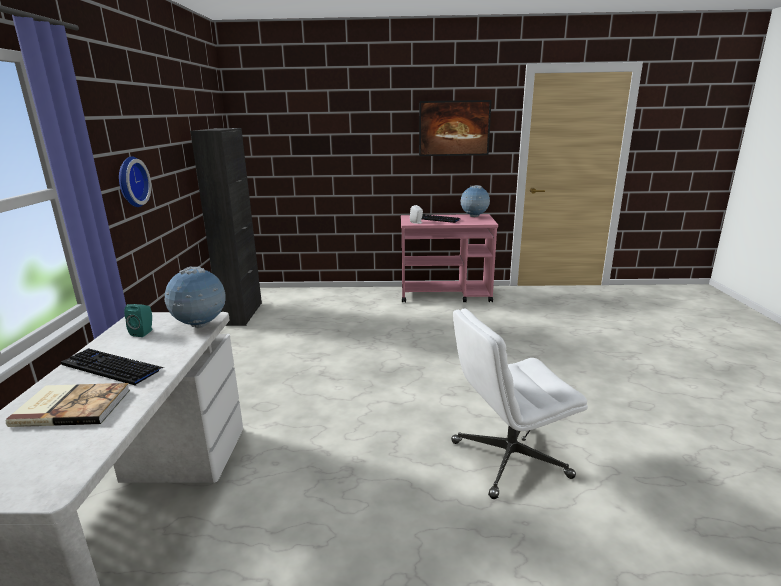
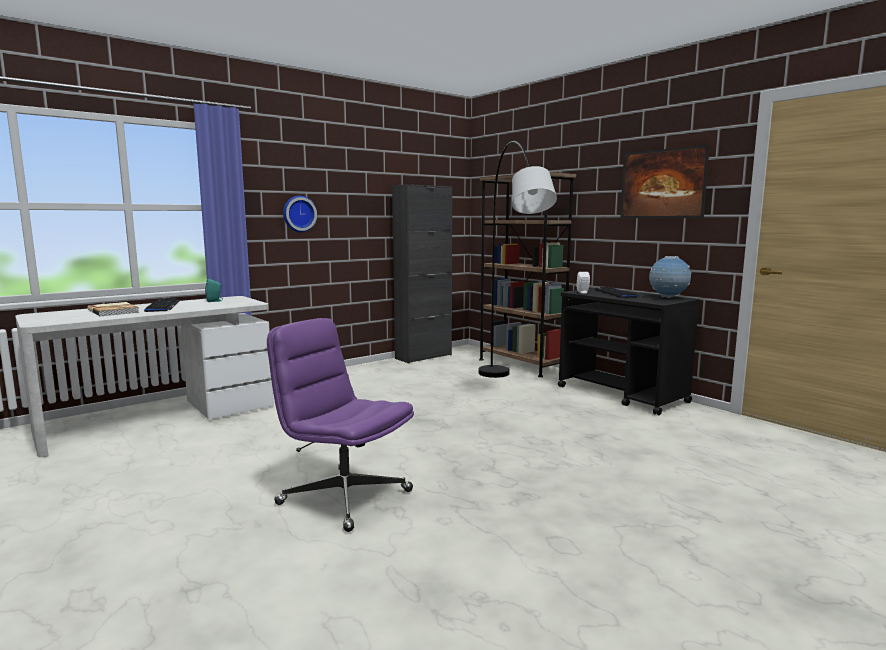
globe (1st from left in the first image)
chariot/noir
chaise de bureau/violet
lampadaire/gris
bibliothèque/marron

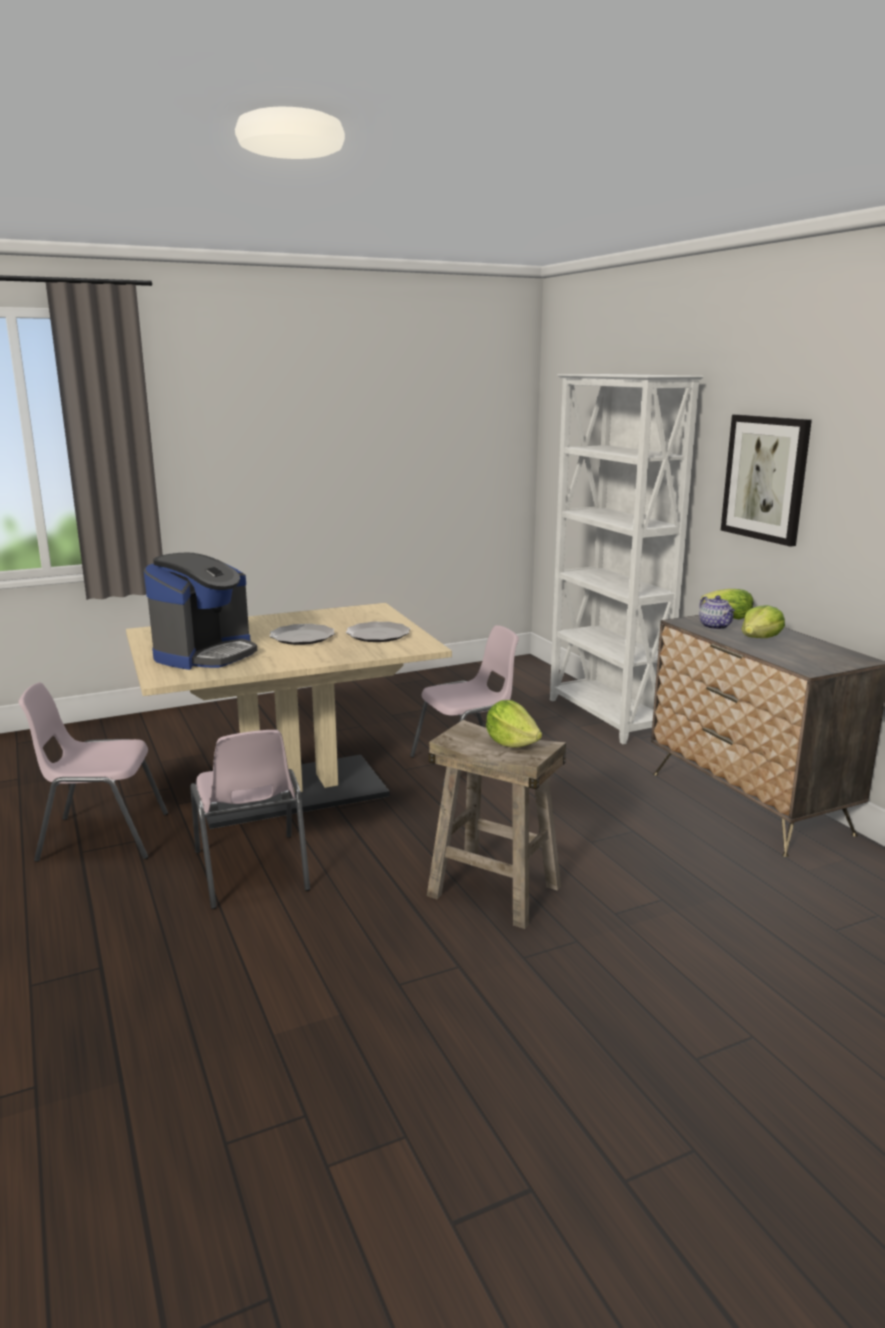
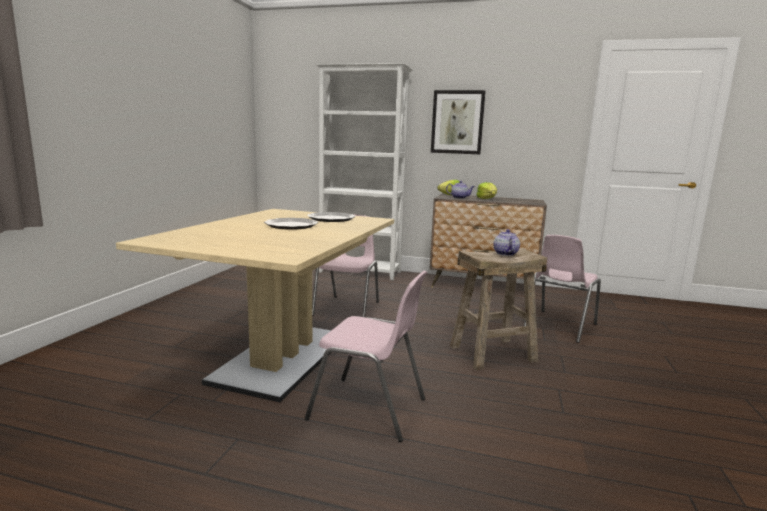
chaise/rose (3rd from left)
machine à café
théière (2nd from left)

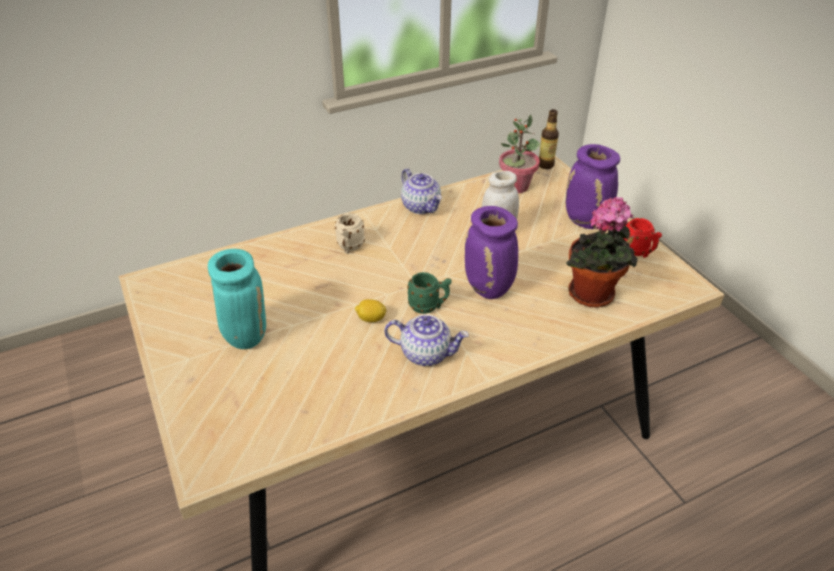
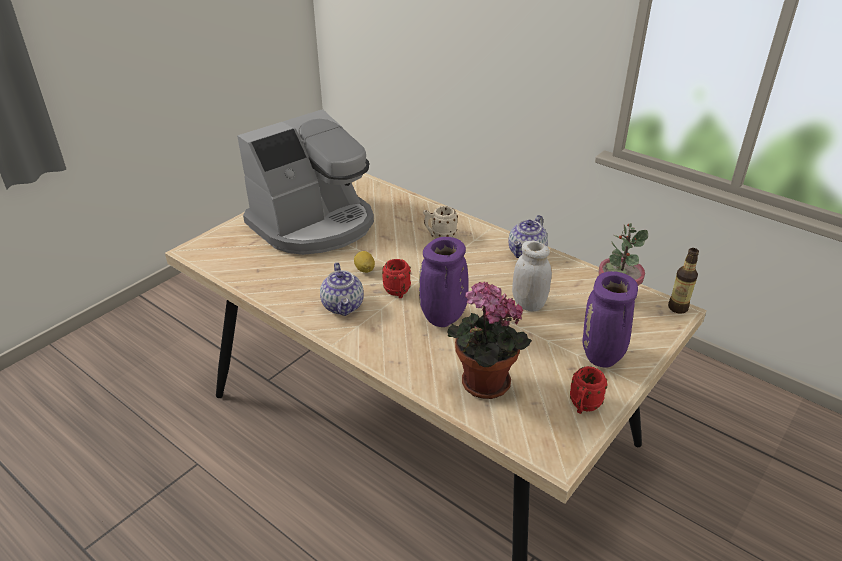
machine à café
mug/rouge (1st from left)

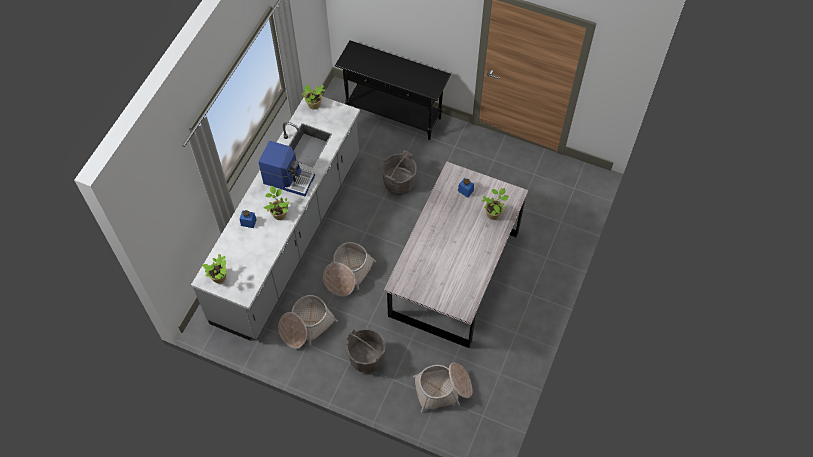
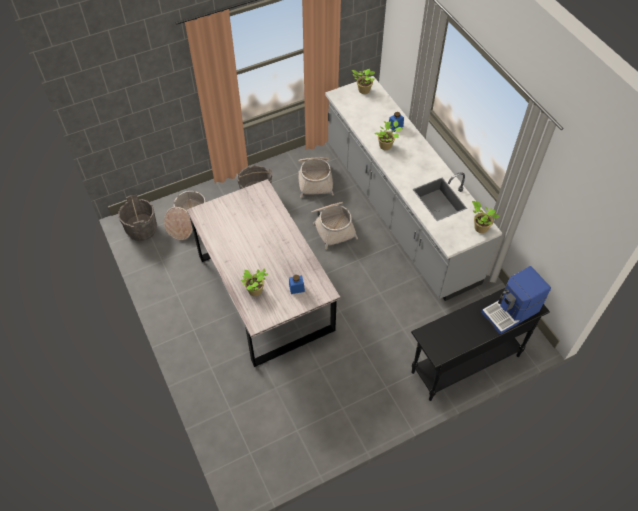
machine à café
seau/gris (1st from left)

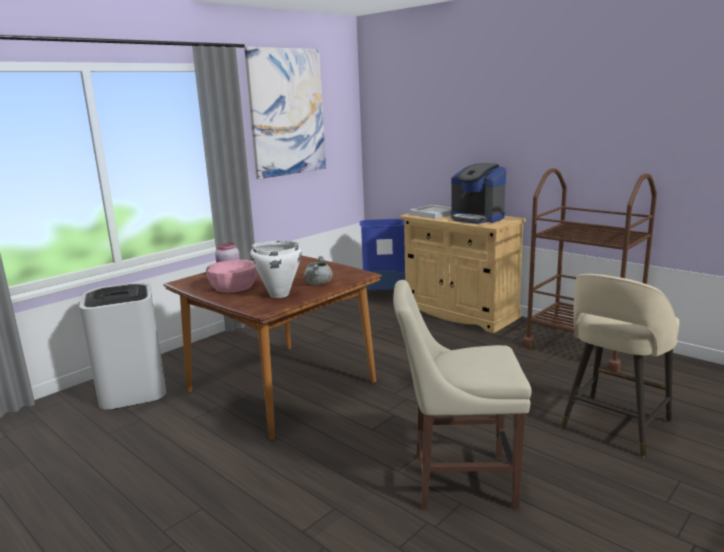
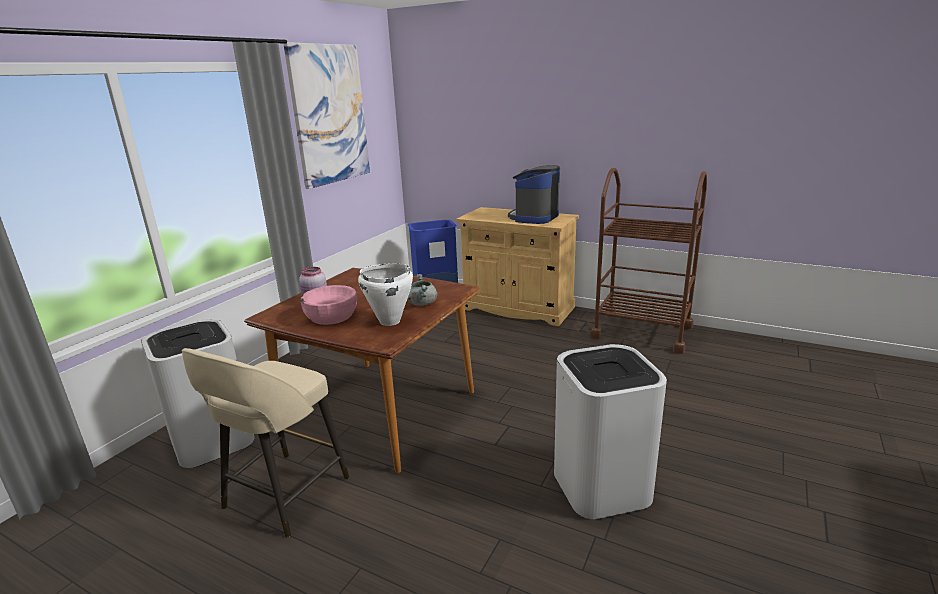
poubelle/blanc (2nd from left)
plateau/blanc
machine à café
tabouret/beige

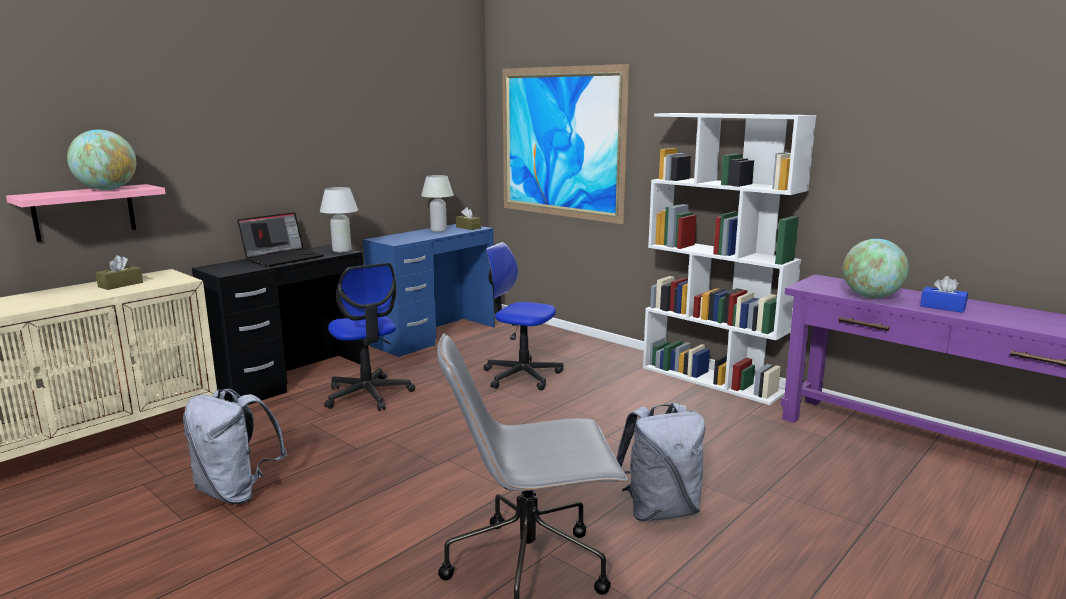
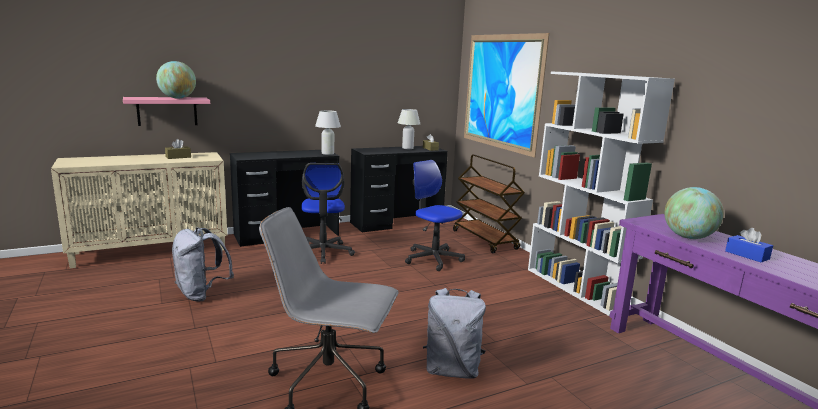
ordinateur portable
bureau/noir (2nd from left)
chariot/marron

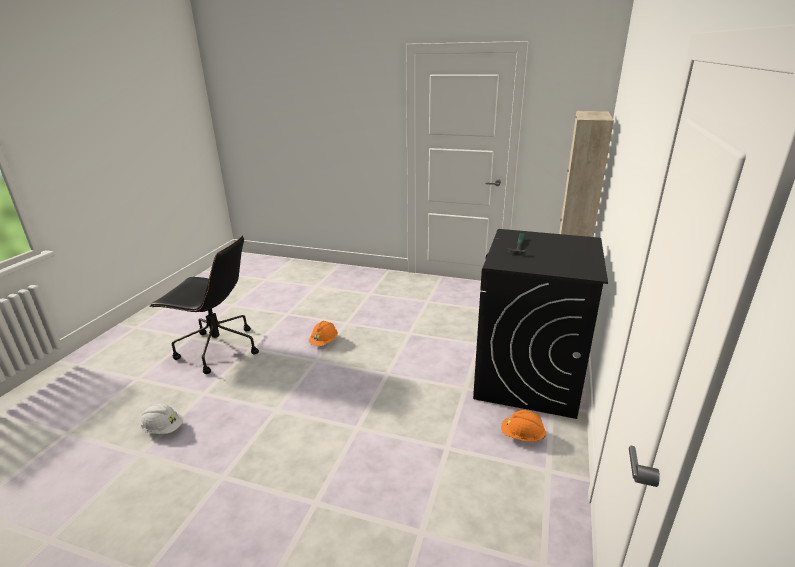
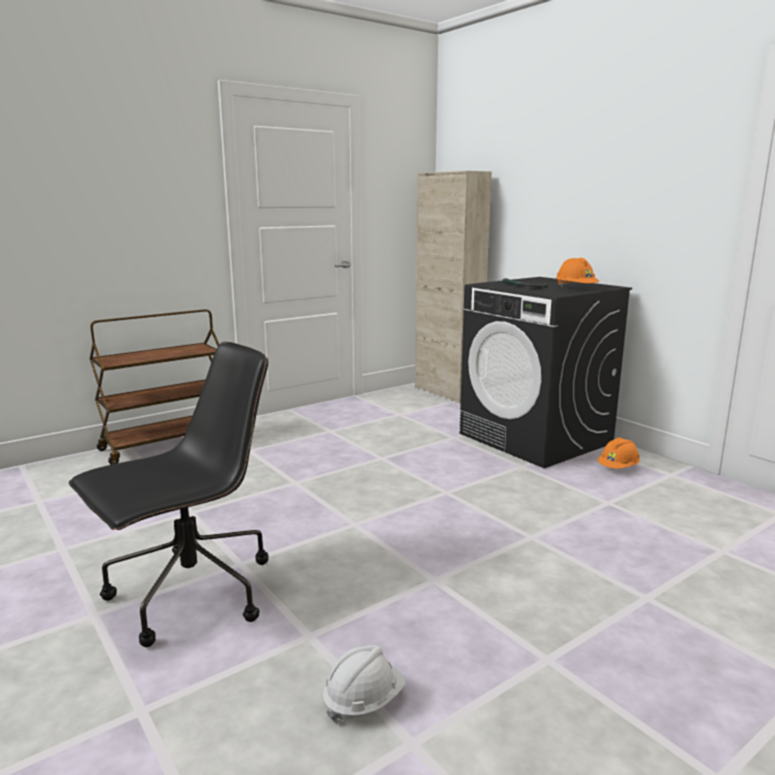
casque de chantier/orange (1st from left)
chariot/marron

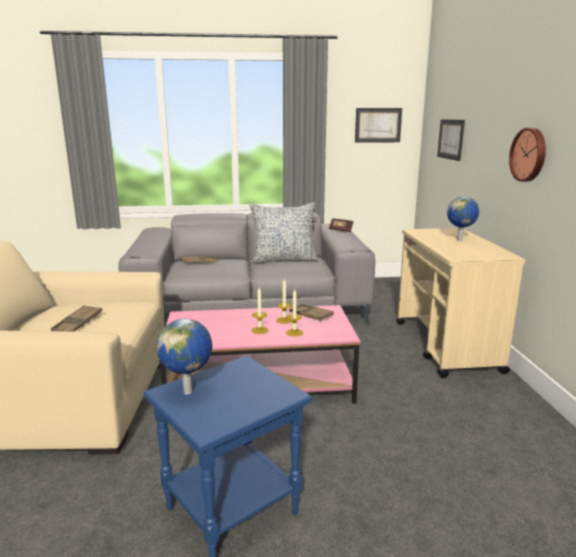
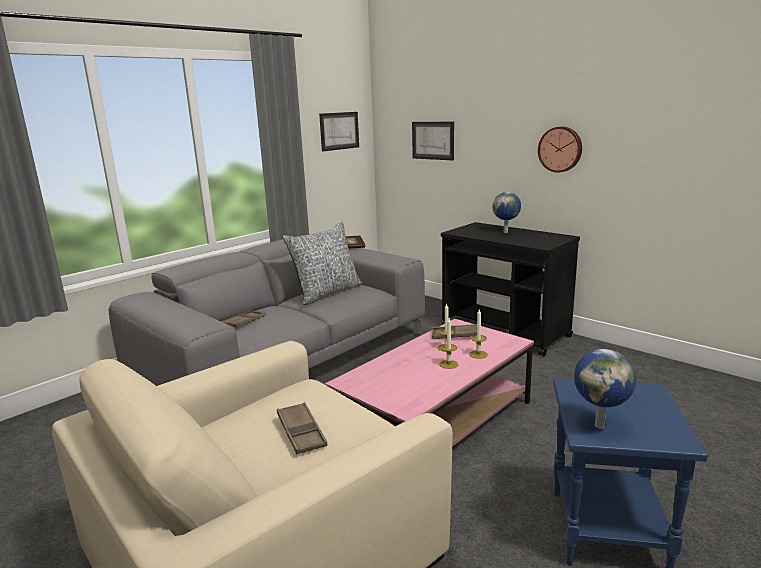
chariot/noir

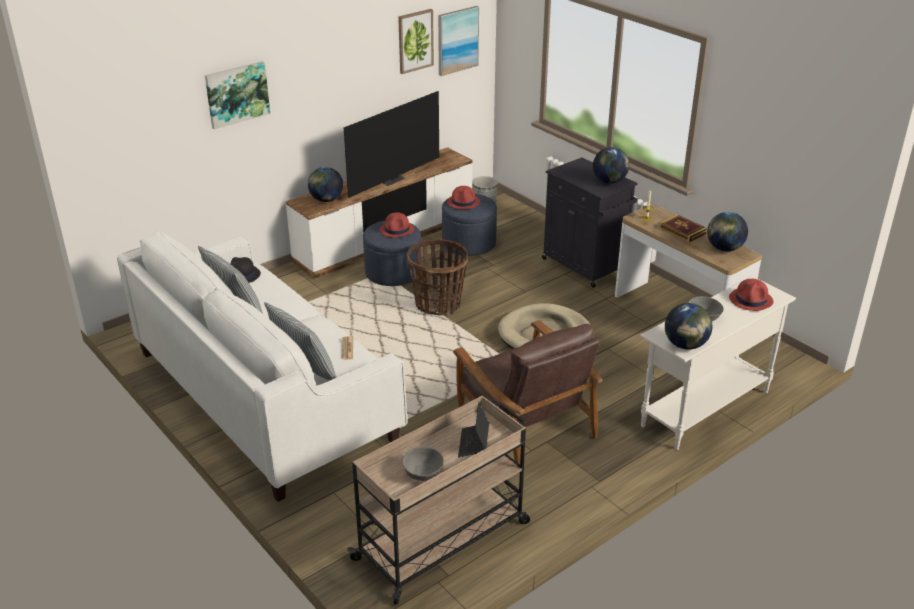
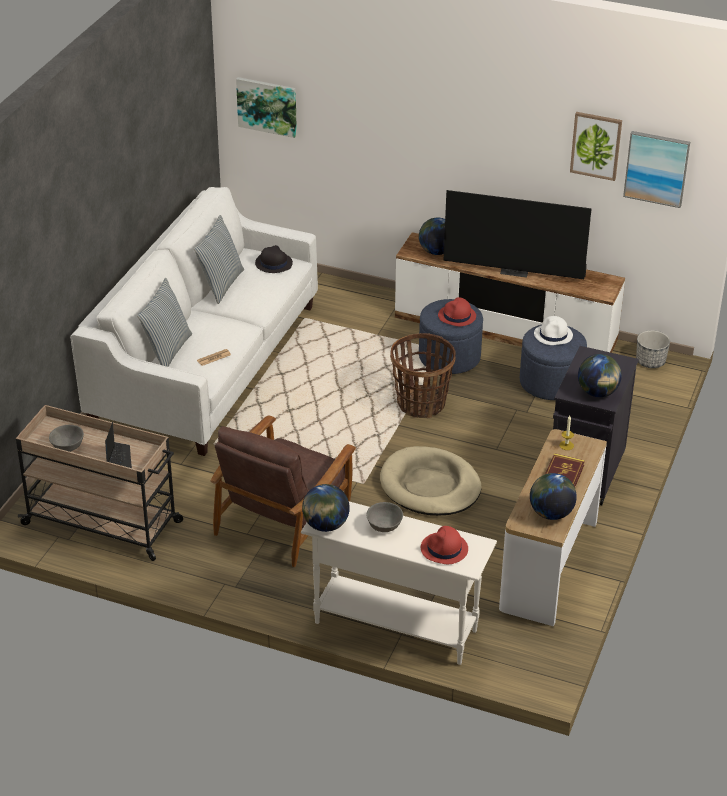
tableau (1st from left)
chapeau/blanc
ordinateur portable

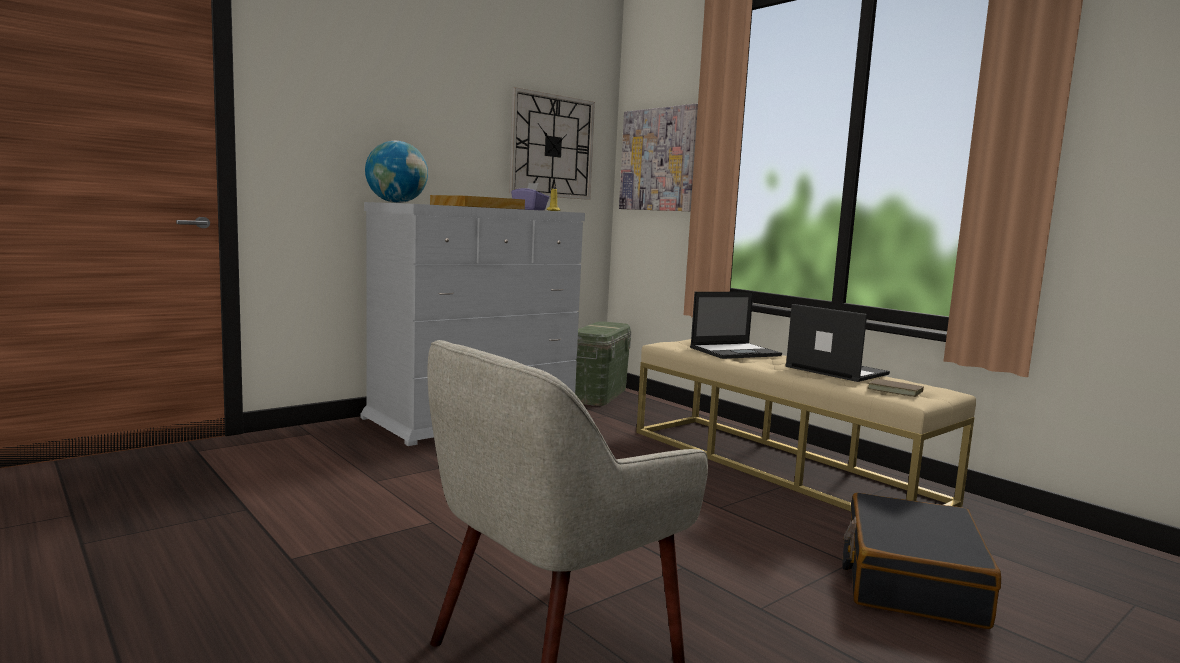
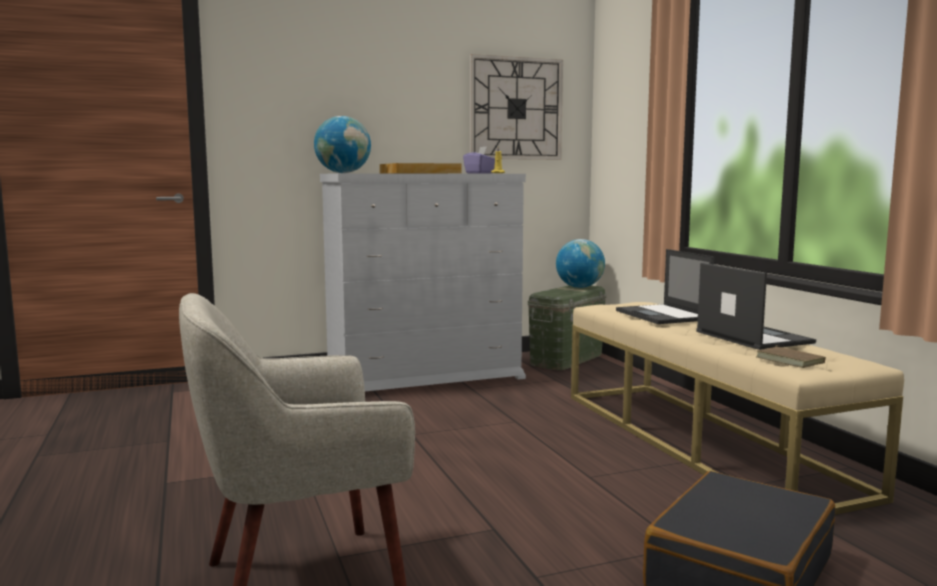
tableau
ordinateur portable (1st from left)
globe (2nd from left)

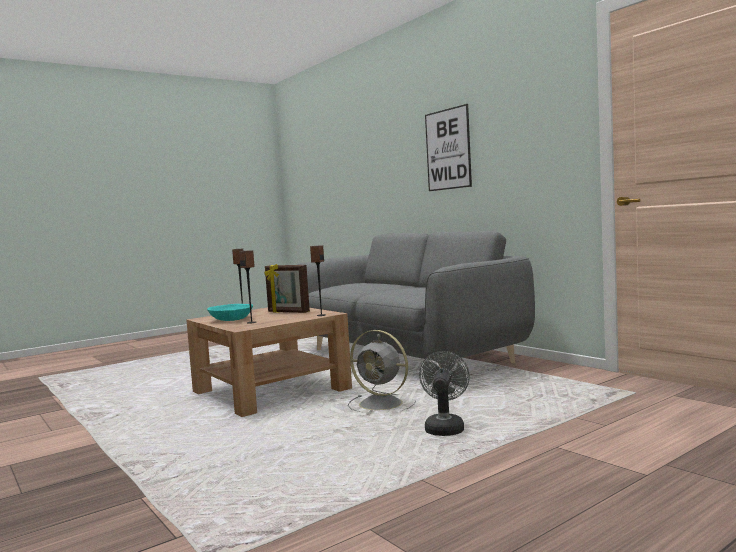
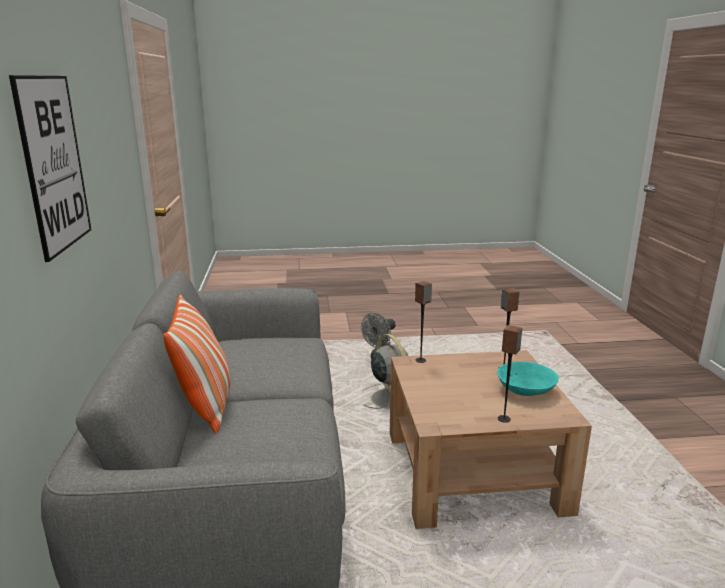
cadre photo
coussin

